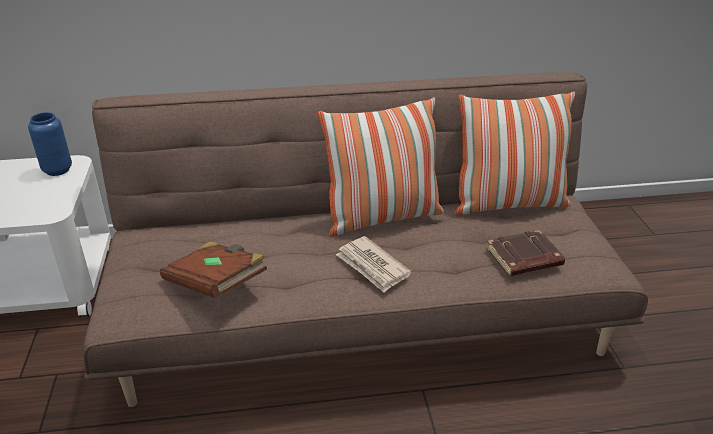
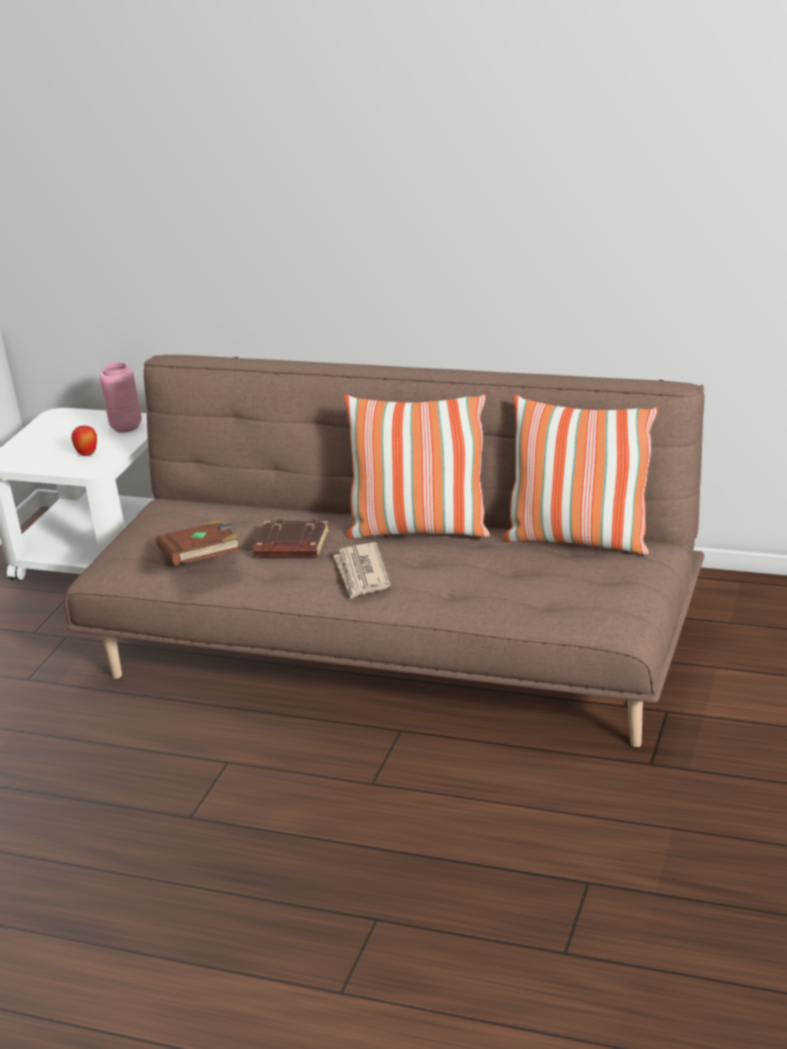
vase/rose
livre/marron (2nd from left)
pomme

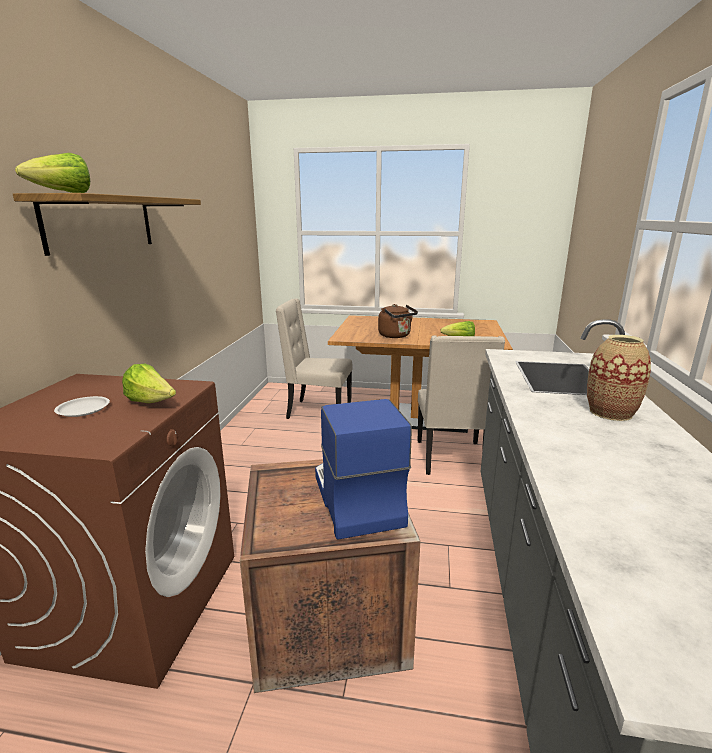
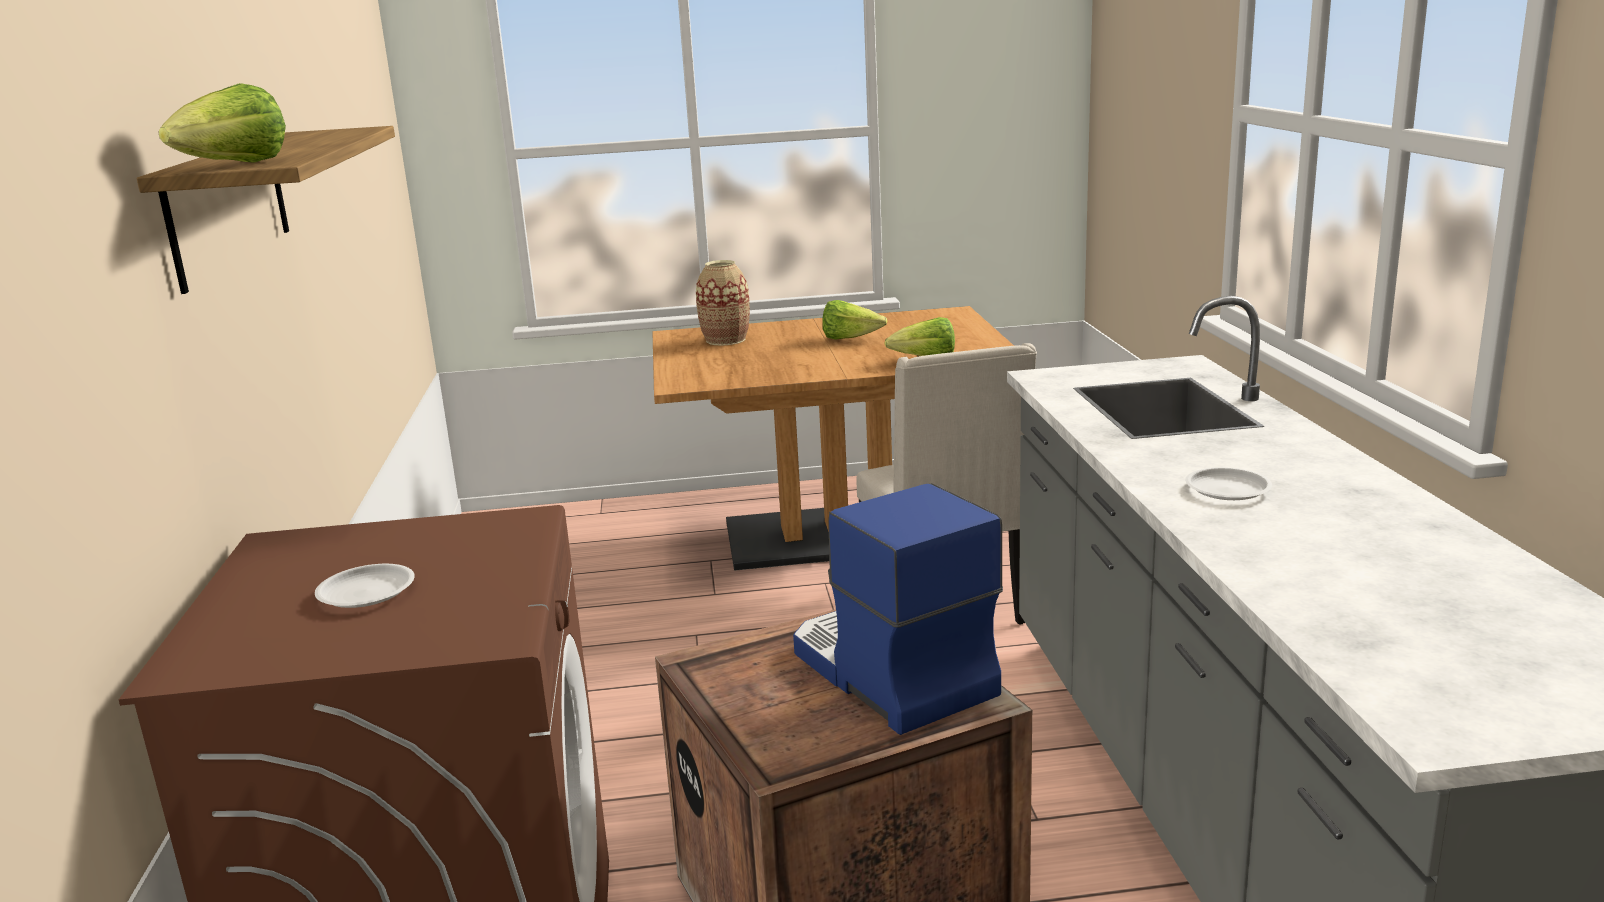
laitue (2nd from left)
chaise/beige (1st from left in the first image)
bouilloire/marron
vase
assiette/blanc (2nd from left)

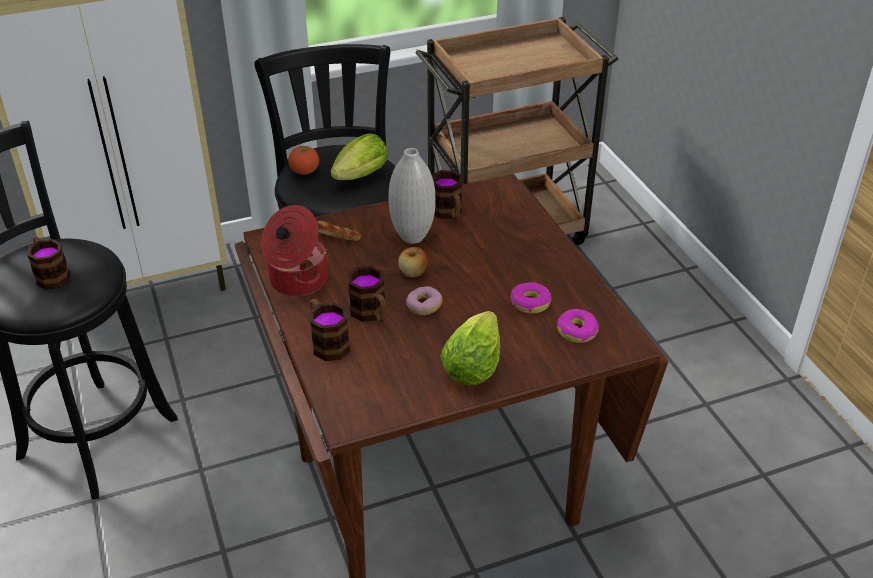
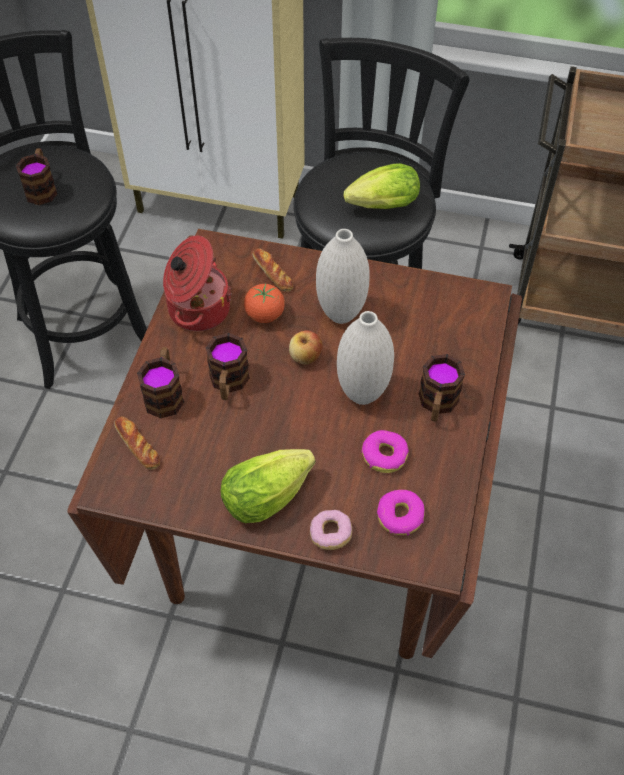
tomate
beignet (1st from left)
mug (4th from left)
pain (1st from left)
vase/blanc (2nd from left)

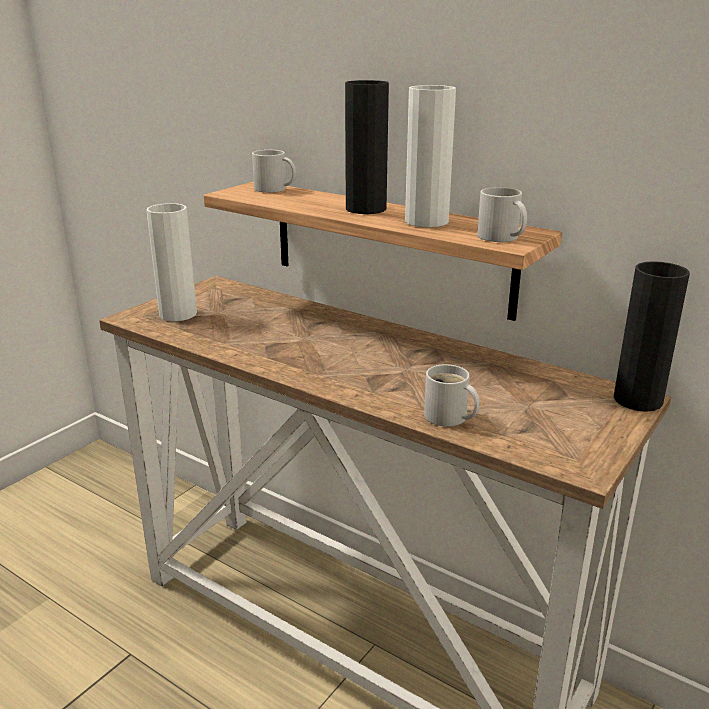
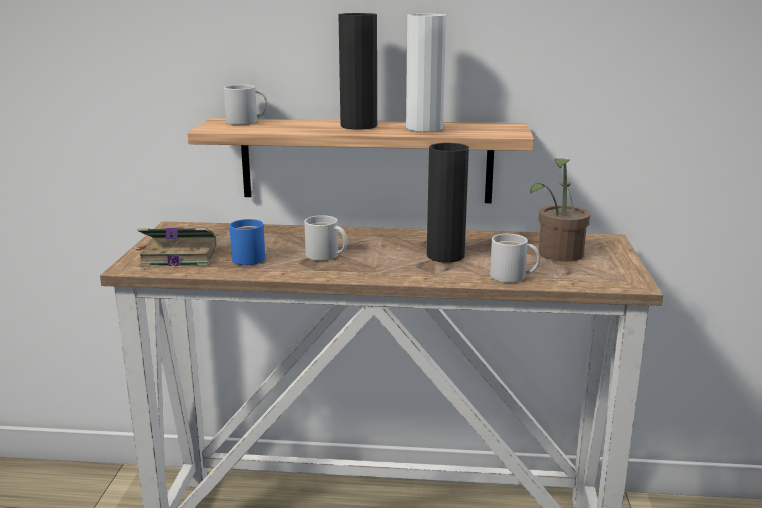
livre
mug/blanc (2nd from left)
vase/noir (2nd from left)
mug/bleu
plante en pot

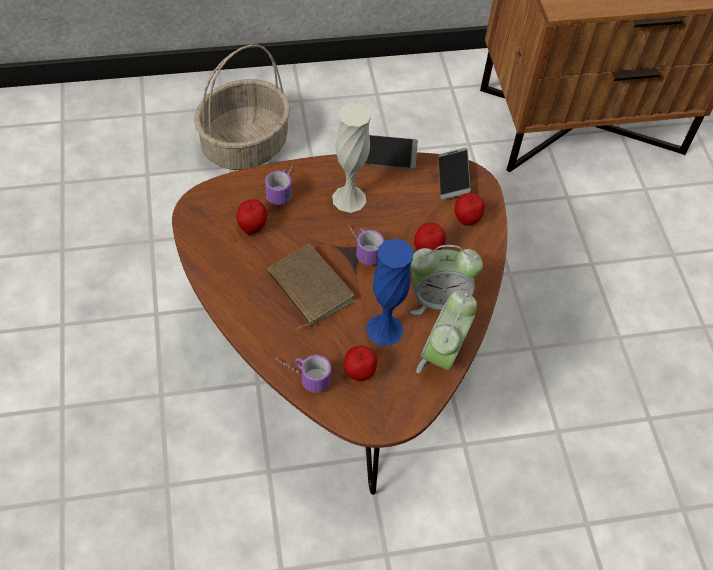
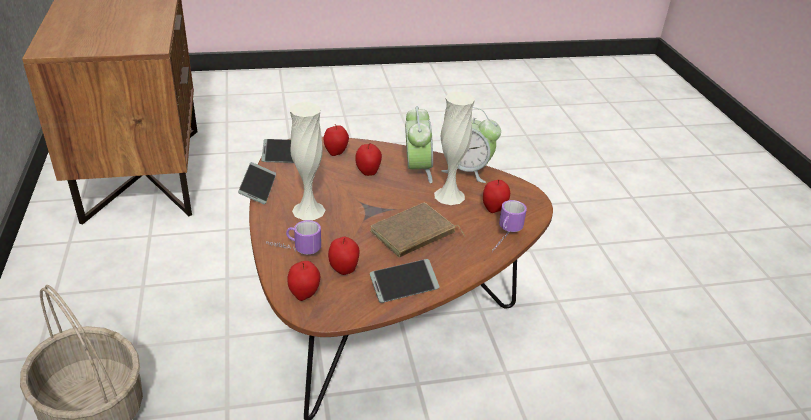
mug (3rd from left in the first image)
vase/blanc (2nd from left)
pomme (1st from left)
téléphone (3rd from left)

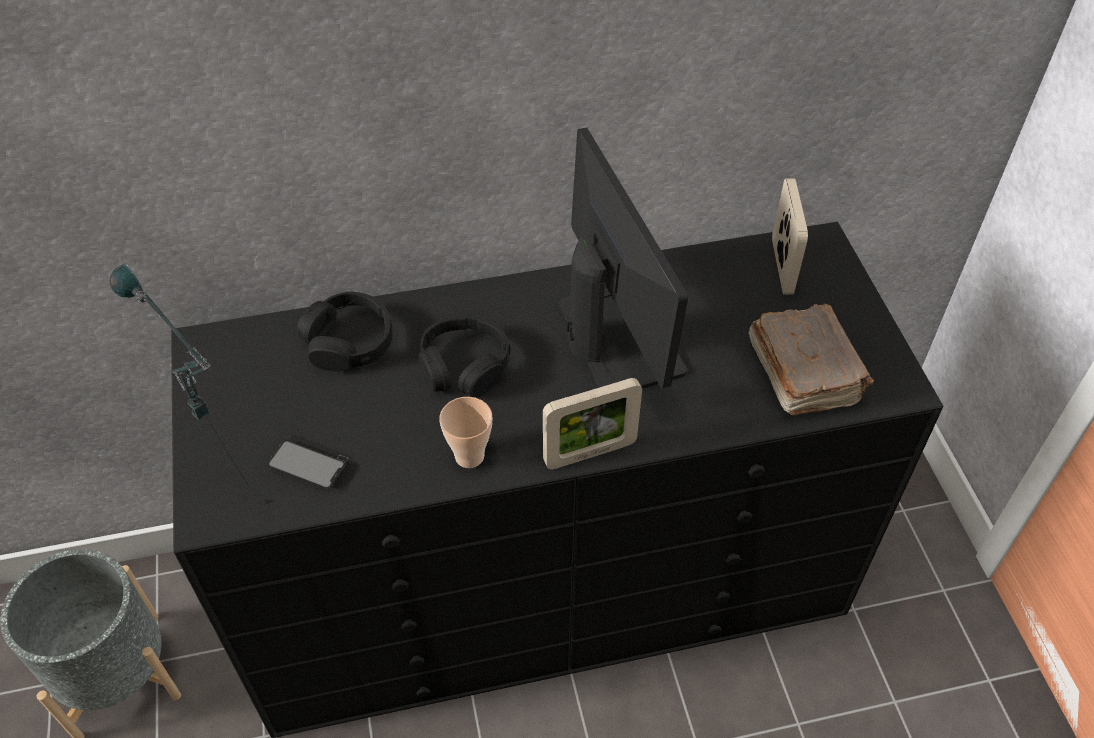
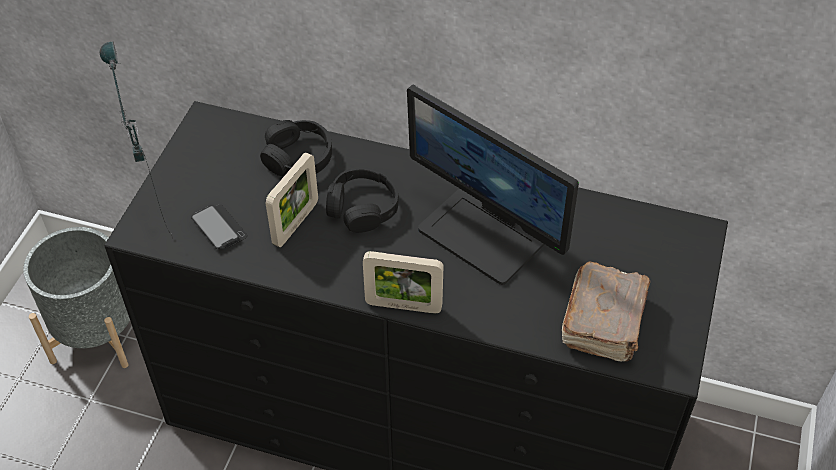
tasse
écran d'ordinateur
cadre photo (1st from left)

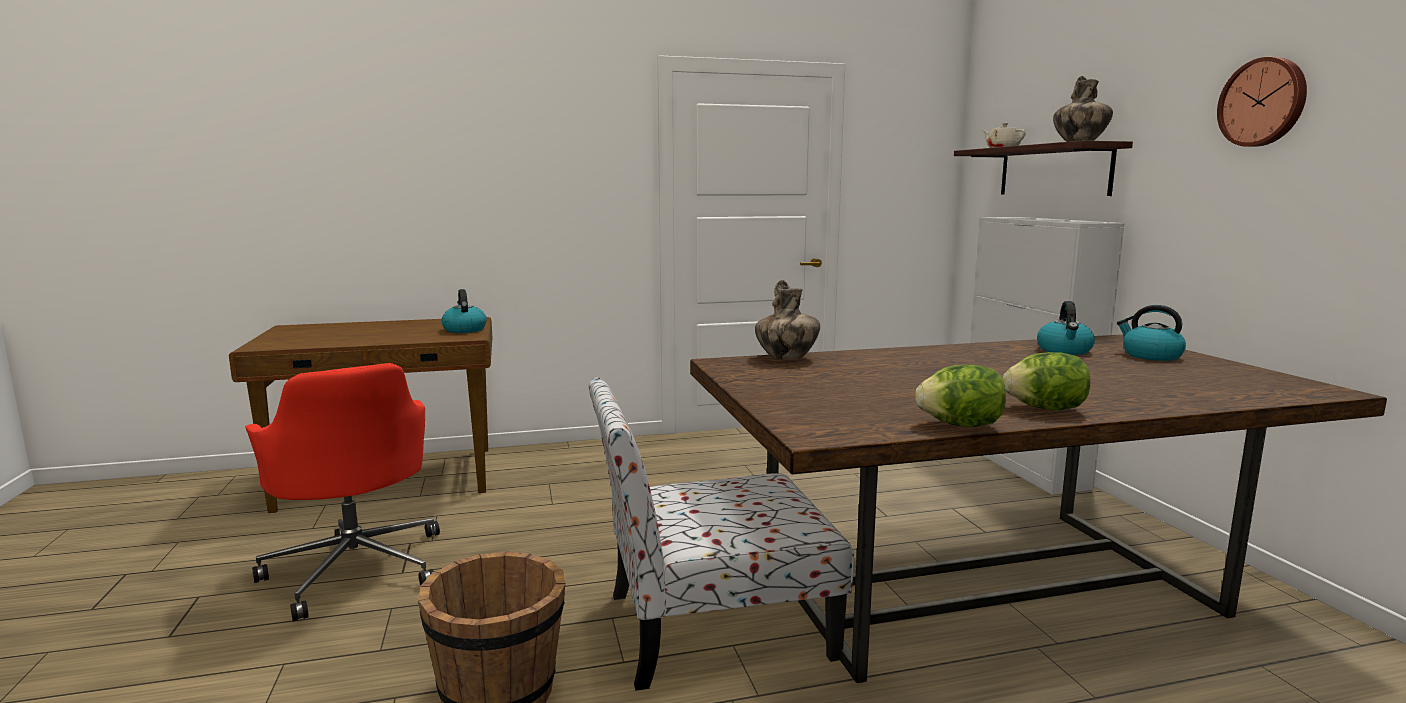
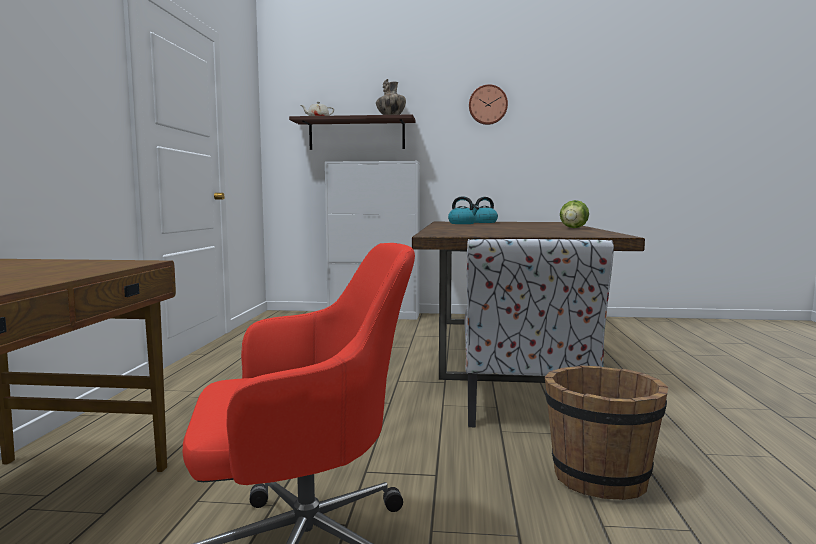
bouilloire (1st from left in the first image)
vase (1st from left in the first image)
laitue (1st from left in the first image)

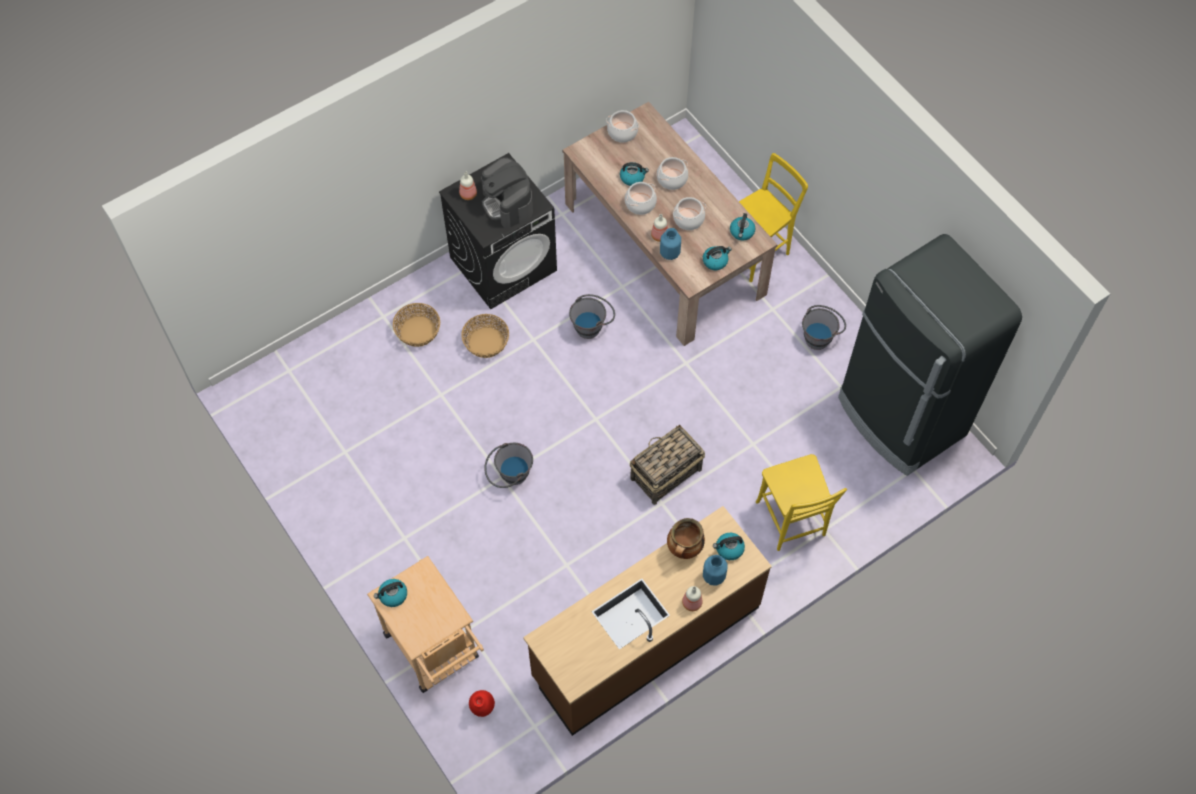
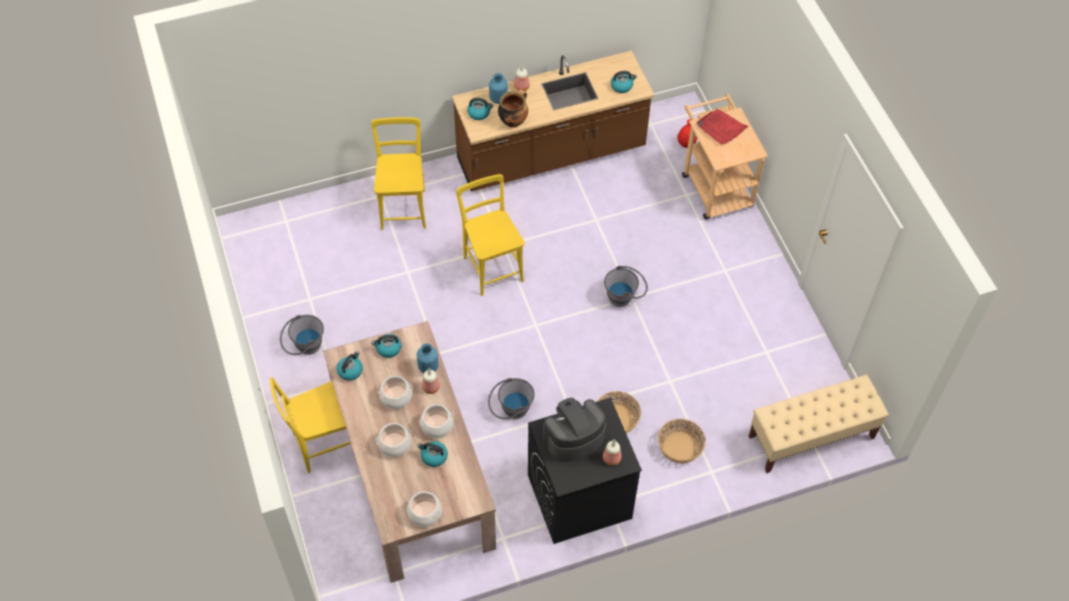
bouilloire (5th from left)
machine à café
chaise/jaune (3rd from left)
réfrigérateur/noir
plateau/rouge
banc/beige

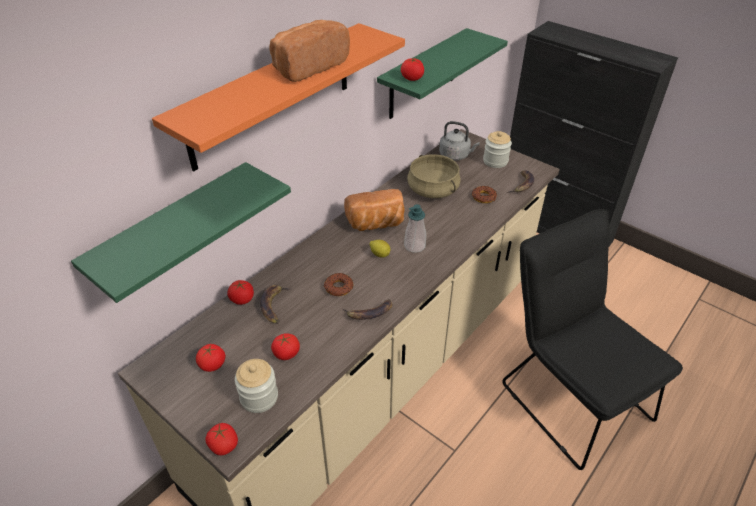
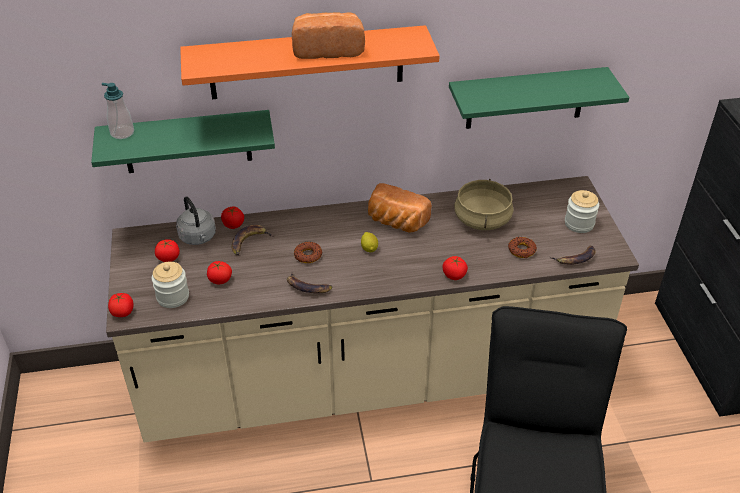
tomate (5th from left)
distributeur de savon
bouilloire/gris

